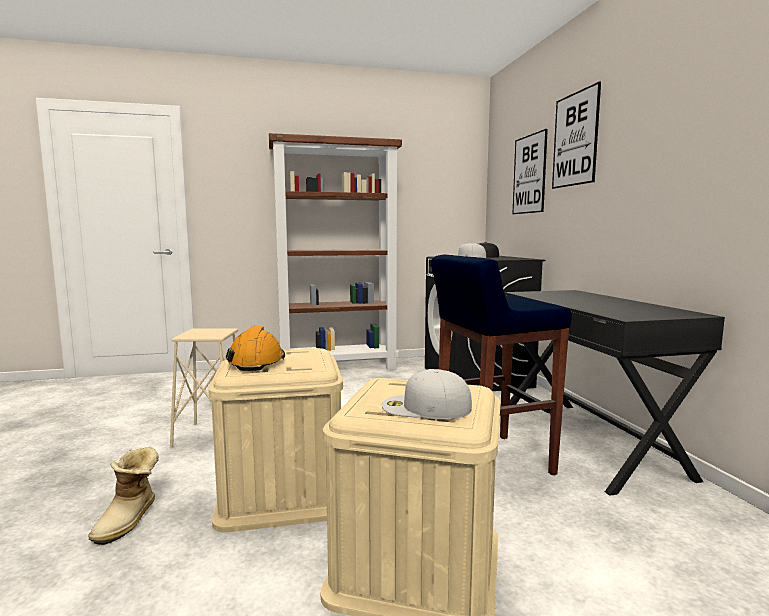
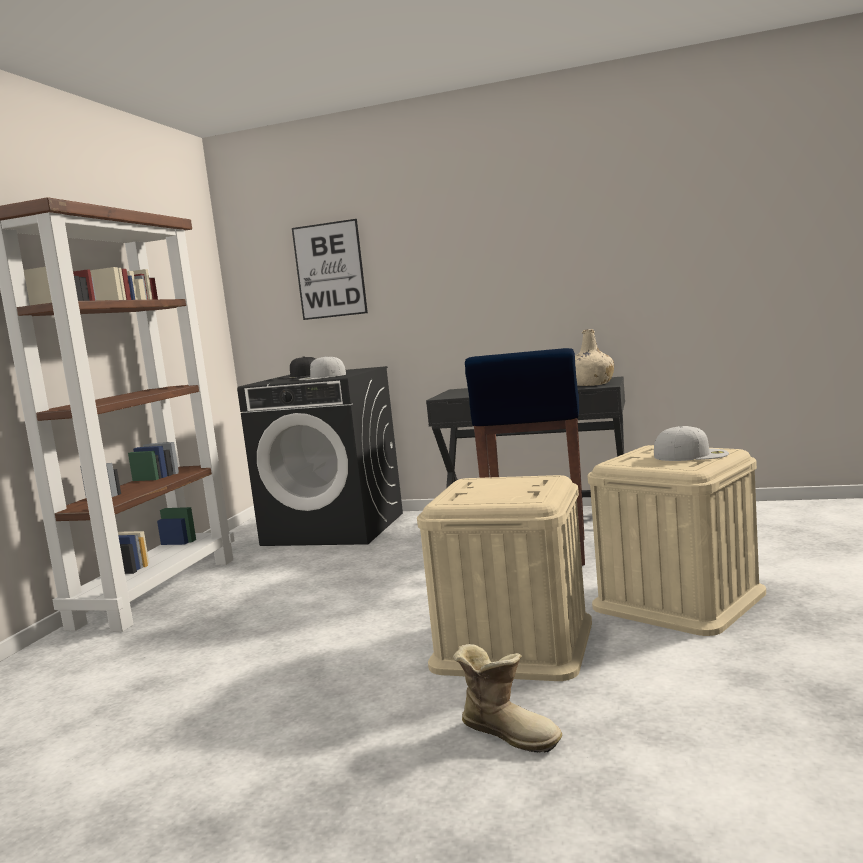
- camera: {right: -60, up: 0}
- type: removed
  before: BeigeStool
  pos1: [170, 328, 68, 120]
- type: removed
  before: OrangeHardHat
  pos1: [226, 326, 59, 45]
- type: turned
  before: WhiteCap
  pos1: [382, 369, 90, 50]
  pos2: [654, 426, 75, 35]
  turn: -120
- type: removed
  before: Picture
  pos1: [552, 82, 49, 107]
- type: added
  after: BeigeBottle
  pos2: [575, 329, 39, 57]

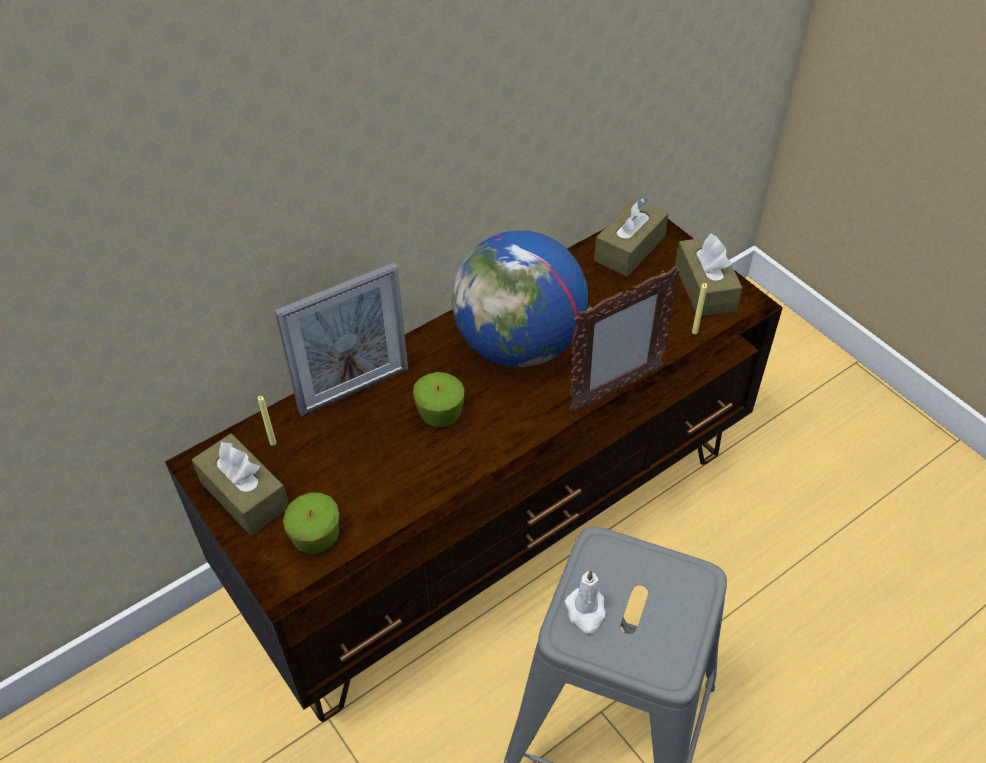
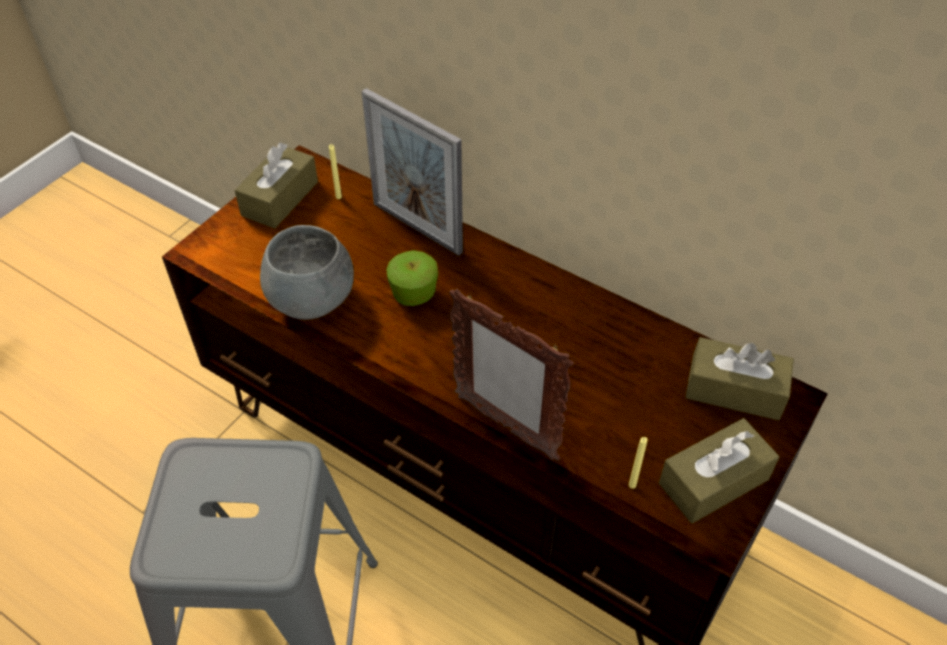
- camera: {right: 70, up: 0}
- type: removed
  before: Apple
  pos1: [283, 492, 56, 62]
- type: removed
  before: Globe
  pos1: [452, 230, 136, 137]
- type: removed
  before: WhiteCandle
  pos1: [565, 570, 41, 64]
- type: added
  after: GreyBowl
  pos2: [260, 225, 94, 95]

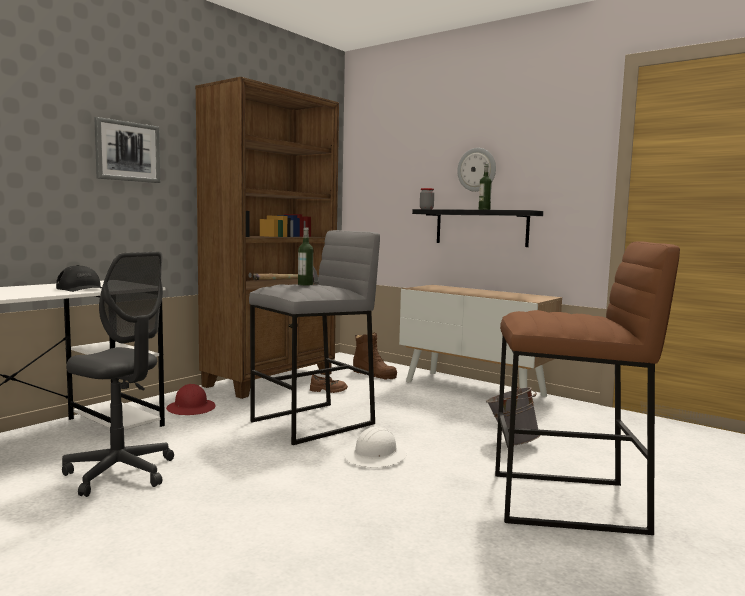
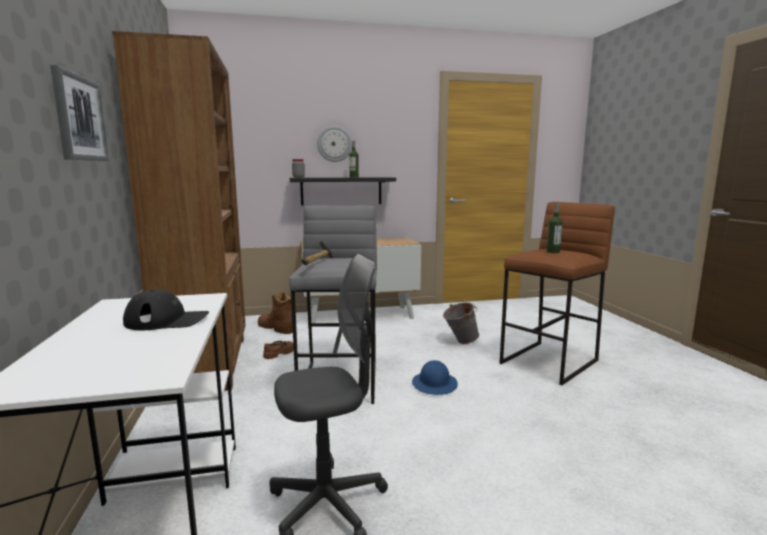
- camera: {right: -50, up: 5}
- type: removed
  before: RedHardHat
  pos1: [166, 384, 50, 31]
- type: moved
  before: Bottle
  pos1: [298, 227, 15, 59]
  pos2: [547, 203, 16, 50]
- type: recoloured
  before: WhiteHardHat
  after: BlueHardHat
  pos1: [345, 426, 61, 41]
  pos2: [412, 360, 46, 35]
- type: turned
  before: BrownBoot
  pos1: [353, 332, 44, 47]
  pos2: [258, 293, 35, 41]
  turn: -135

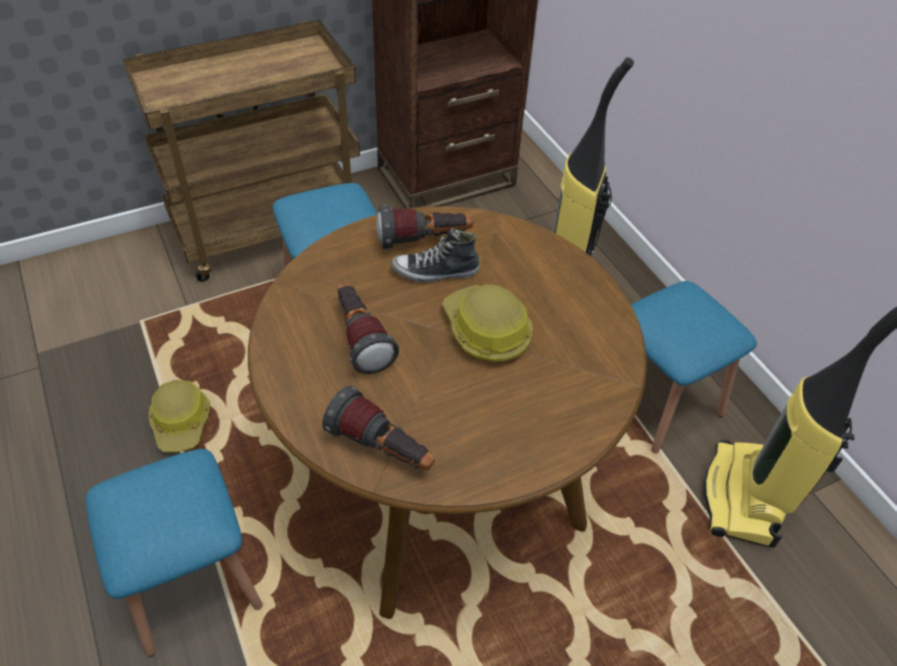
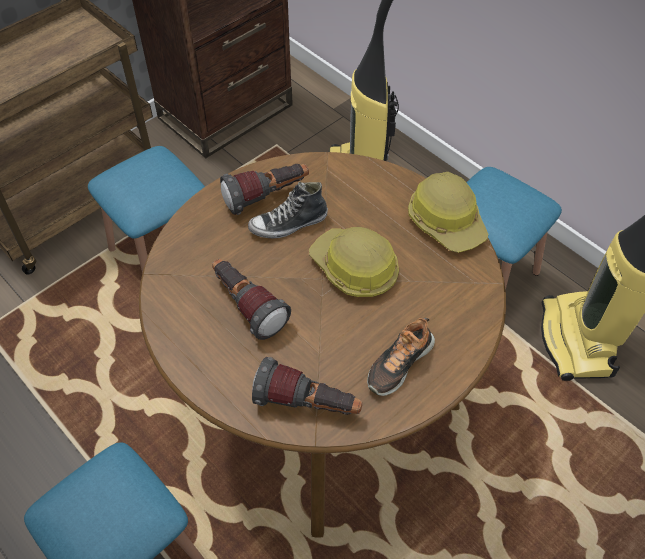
- camera: {right: -15, up: 5}
- type: moved
  before: HardHat
  pos1: [149, 380, 61, 72]
  pos2: [408, 172, 80, 81]
- type: added
  after: Shoe
  pos2: [367, 318, 68, 78]

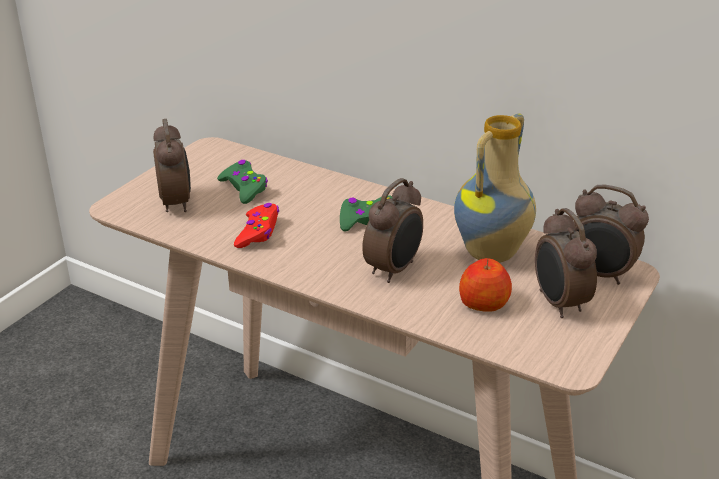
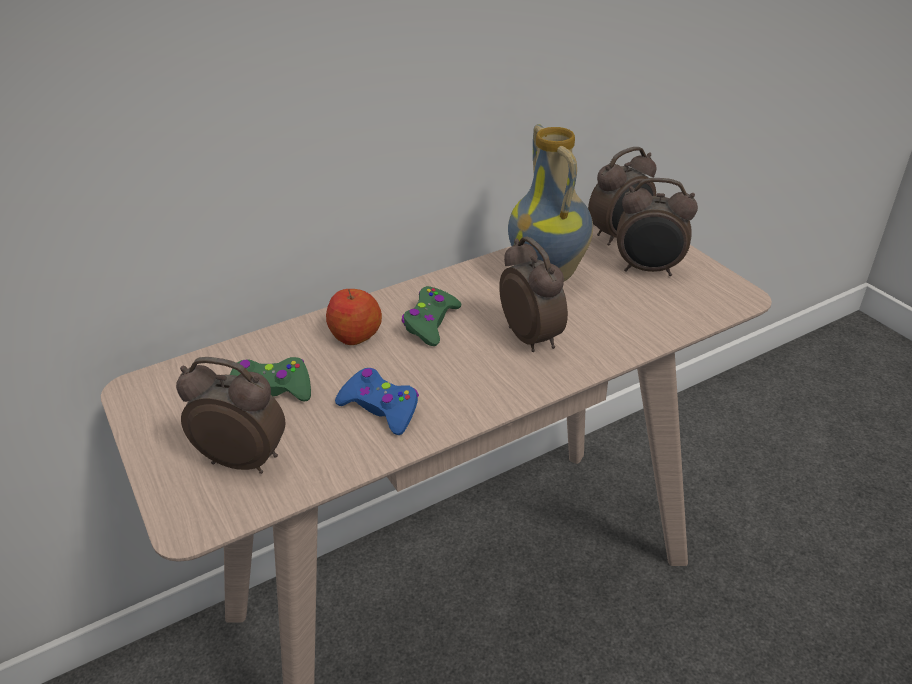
- camera: {right: -60, up: 5}
- type: recoloured
  before: RedGameController
  after: BlueGameController
  pos1: [234, 203, 45, 45]
  pos2: [335, 368, 84, 67]
- type: moved
  before: Apple
  pos1: [459, 258, 53, 54]
  pos2: [326, 289, 56, 56]

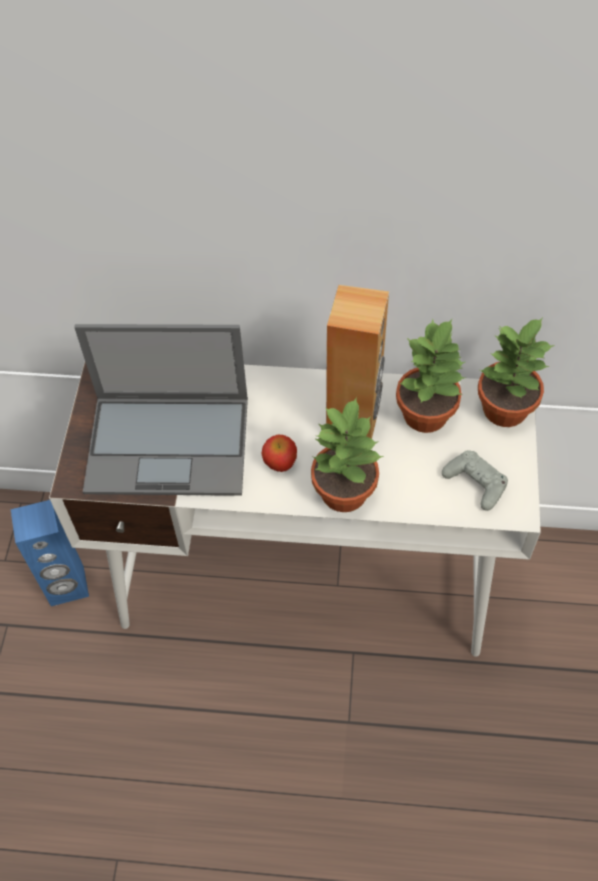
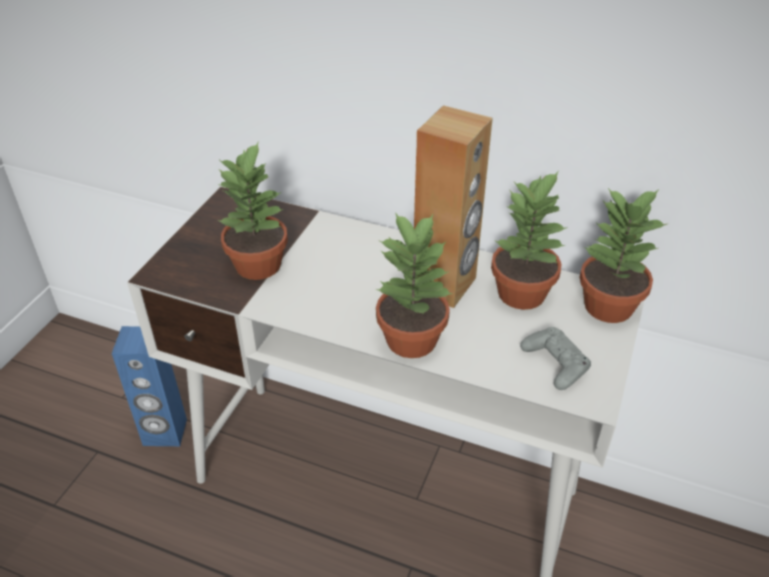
- camera: {right: 15, up: -15}
- type: replaced
  before: Laptop
  after: PottedPlant
  pos1: [74, 324, 174, 172]
  pos2: [217, 142, 71, 138]
- type: removed
  before: Apple
  pos1: [261, 435, 36, 37]

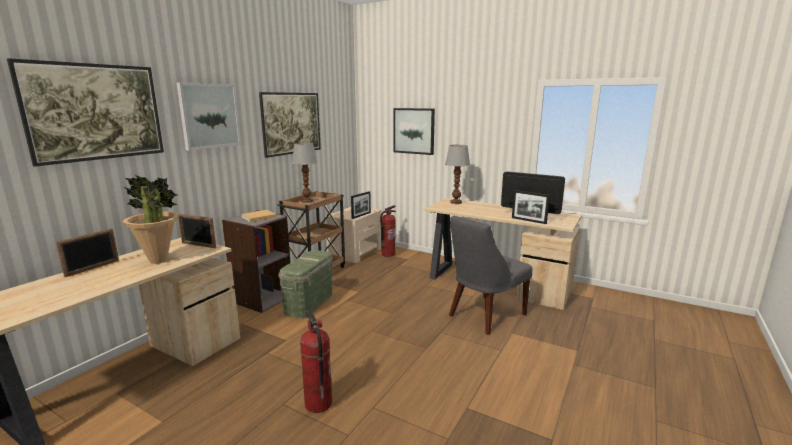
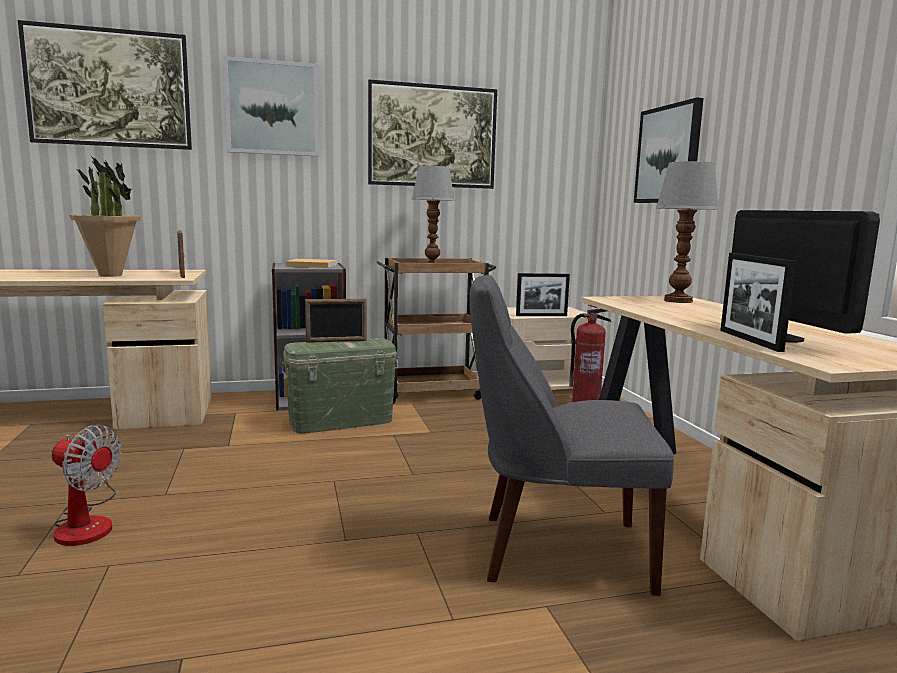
- camera: {right: 45, up: -5}
- type: moved
  before: PictureFrame
  pos1: [56, 228, 63, 49]
  pos2: [305, 299, 62, 44]
- type: replaced
  before: FireExtinguisher
  after: Fan
  pos1: [300, 310, 32, 103]
  pos2: [52, 425, 69, 121]

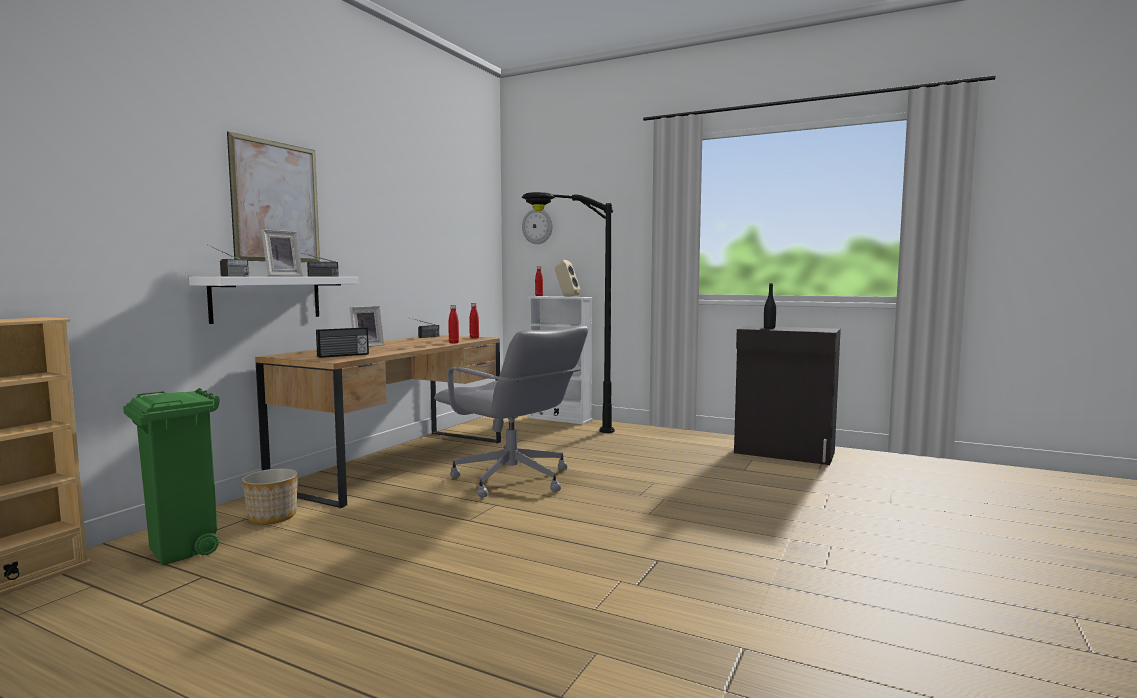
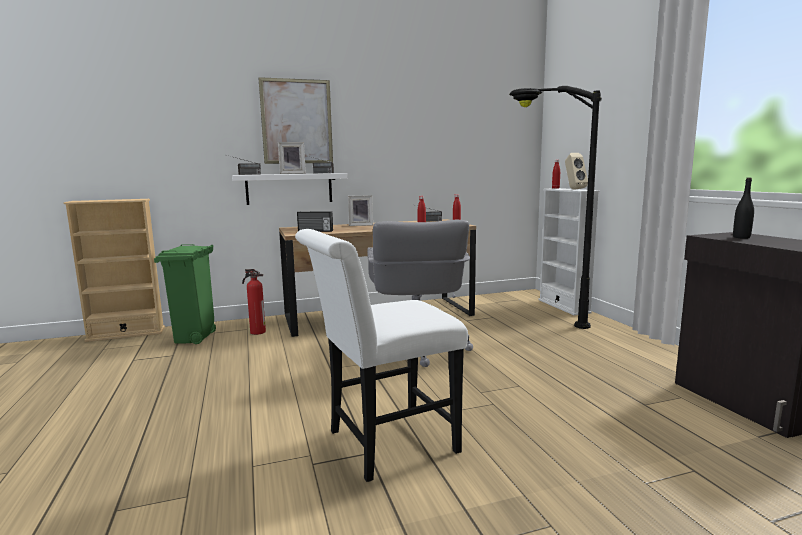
- camera: {right: 45, up: 5}
- type: replaced
  before: Planter
  after: FireExtinguisher
  pos1: [242, 468, 56, 56]
  pos2: [242, 269, 24, 66]
- type: removed
  before: WallClock
  pos1: [522, 209, 31, 35]
- type: added
  after: WhiteChair
  pos2: [295, 229, 173, 253]

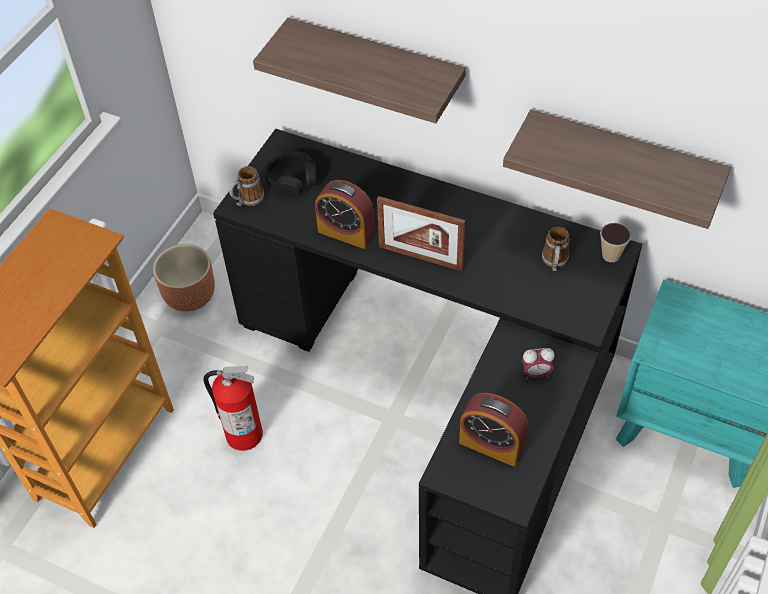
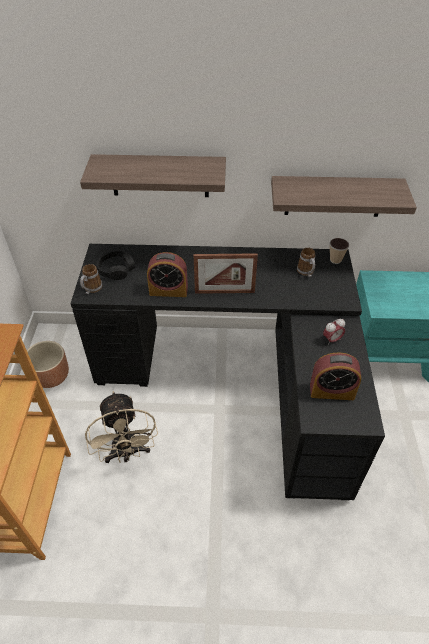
- camera: {right: -25, up: -5}
- type: replaced
  before: FireExtinguisher
  after: BeigeFan
  pos1: [203, 366, 60, 85]
  pos2: [85, 391, 73, 72]

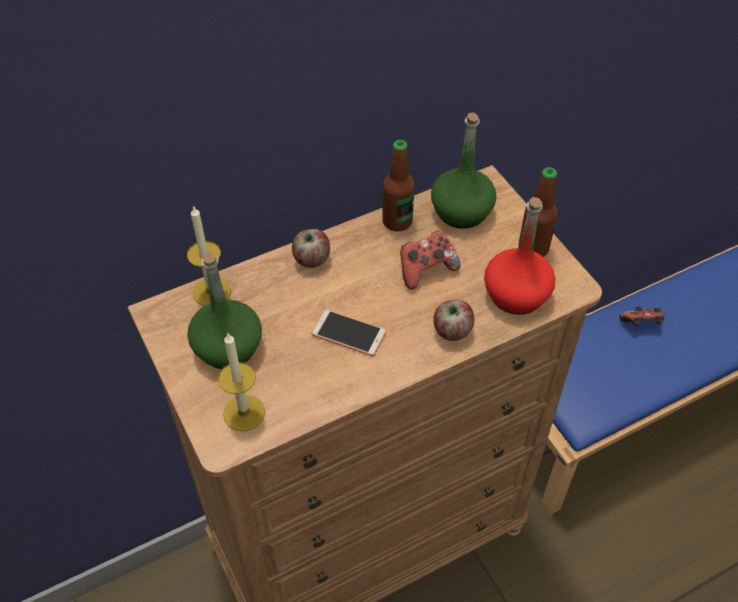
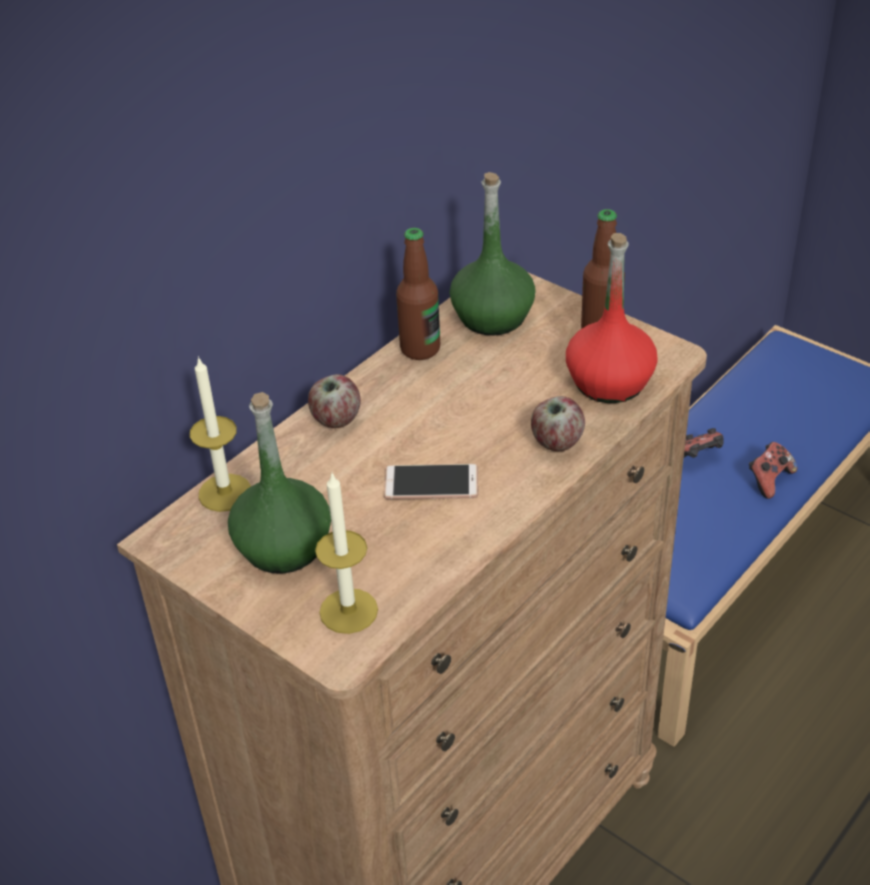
- camera: {right: -20, up: -10}
- type: moved
  before: GameController
  pos1: [400, 231, 60, 58]
  pos2: [749, 442, 49, 57]

